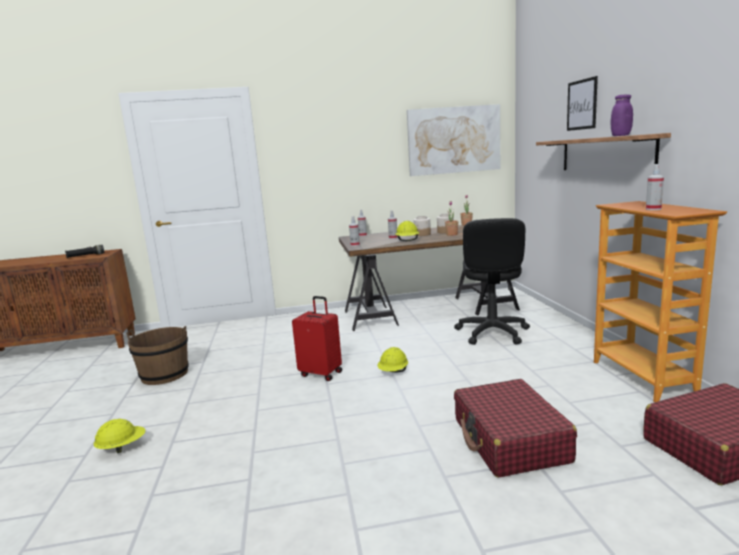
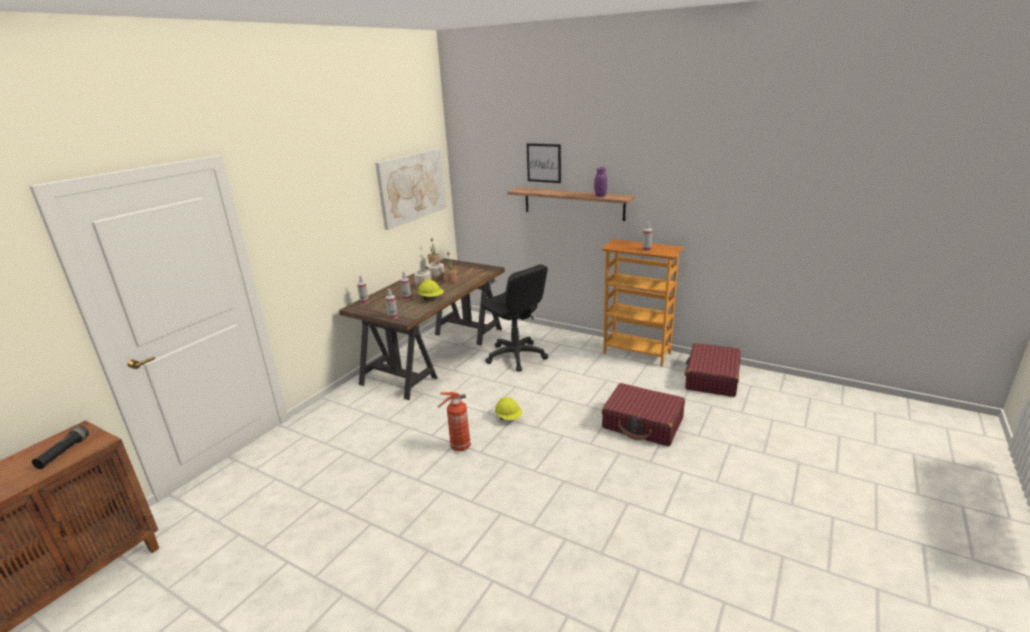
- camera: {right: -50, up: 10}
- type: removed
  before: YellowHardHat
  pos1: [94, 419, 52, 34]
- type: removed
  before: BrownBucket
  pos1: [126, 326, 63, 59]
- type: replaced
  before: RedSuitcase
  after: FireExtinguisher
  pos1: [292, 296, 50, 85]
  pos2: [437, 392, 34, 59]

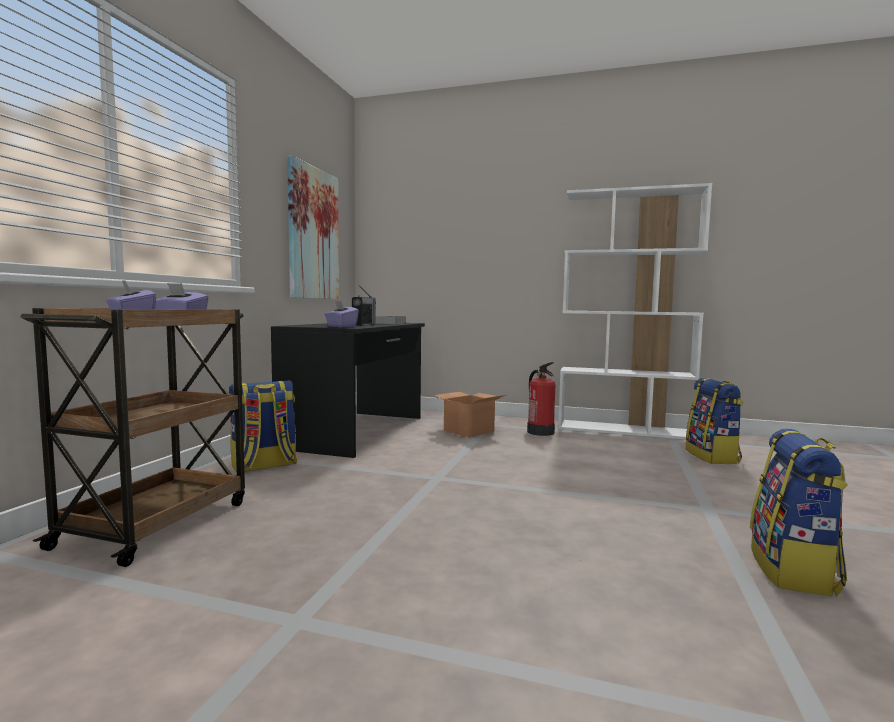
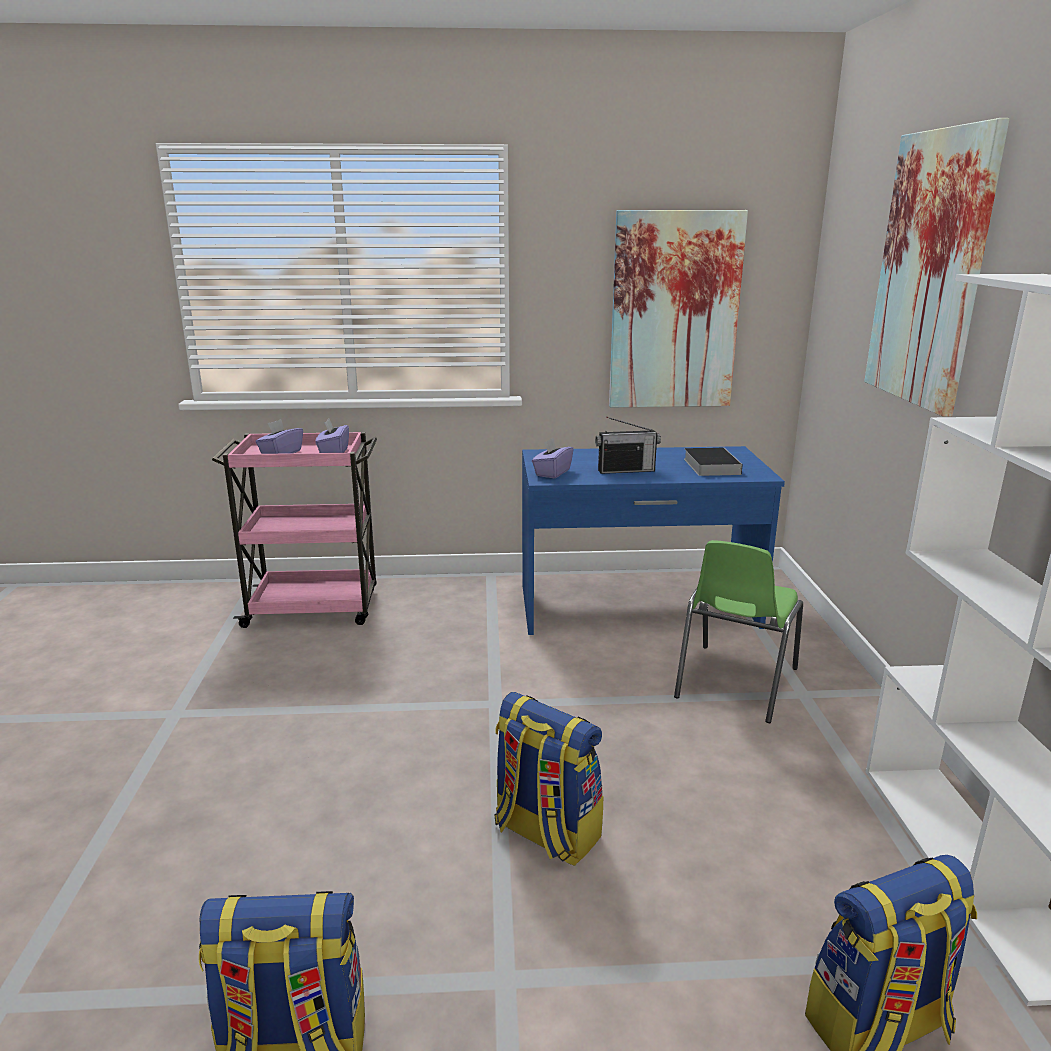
- camera: {right: 70, up: 15}
- type: recoloured
  before: BrownCart
  after: PinkCart
  pos1: [20, 308, 225, 259]
  pos2: [212, 432, 165, 196]
- type: moved
  before: Backpack
  pos1: [229, 381, 68, 91]
  pos2: [494, 692, 109, 174]
- type: recoloured
  before: BlackDesk
  after: BlueDesk
  pos1: [271, 323, 154, 135]
  pos2: [522, 446, 263, 189]
- type: replaced
  before: CardboardBox
  after: GreenChair
  pos1: [433, 392, 73, 46]
  pos2: [674, 540, 129, 183]
- type: removed
  before: FireExtinguisher
  pos1: [527, 362, 29, 74]
- type: added
  after: Picture
  pos2: [864, 118, 146, 299]

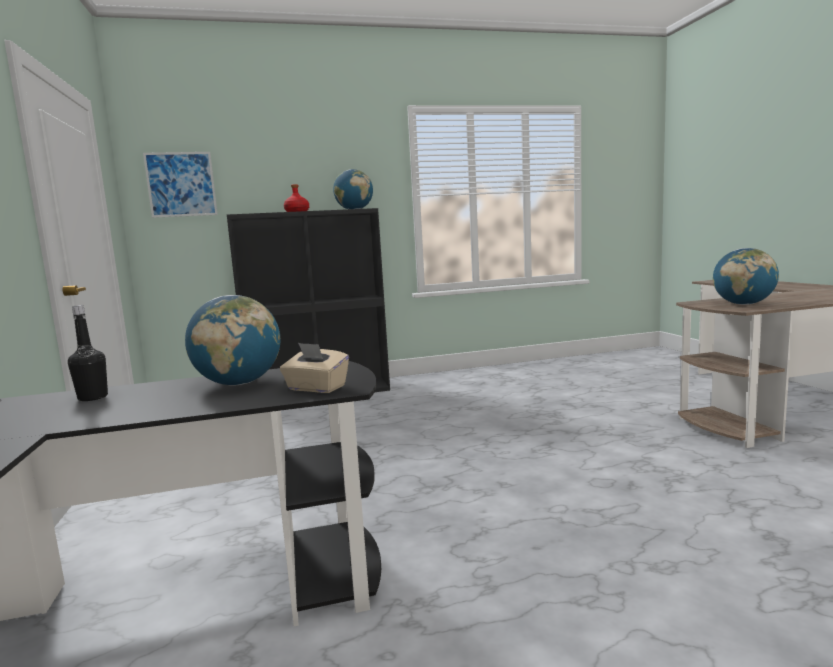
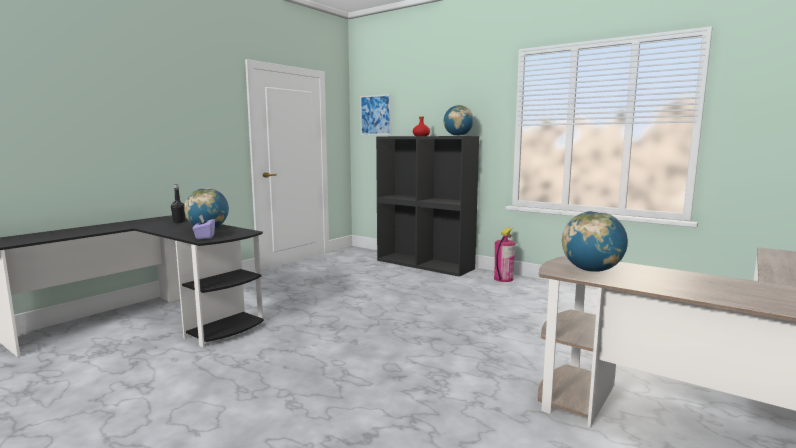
- camera: {right: 50, up: 0}
- type: recoloured
  before: BeigeTissueBox
  after: PurpleTissueBox
  pos1: [280, 343, 69, 50]
  pos2: [193, 214, 22, 25]
- type: added
  after: FireExtinguisher
  pos2: [494, 228, 22, 54]

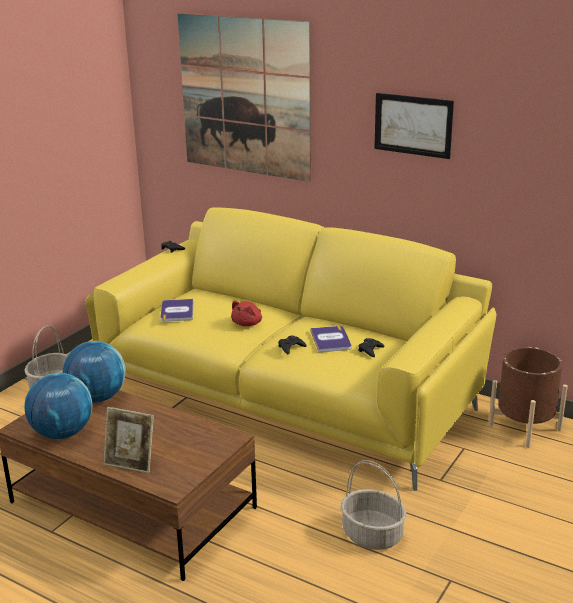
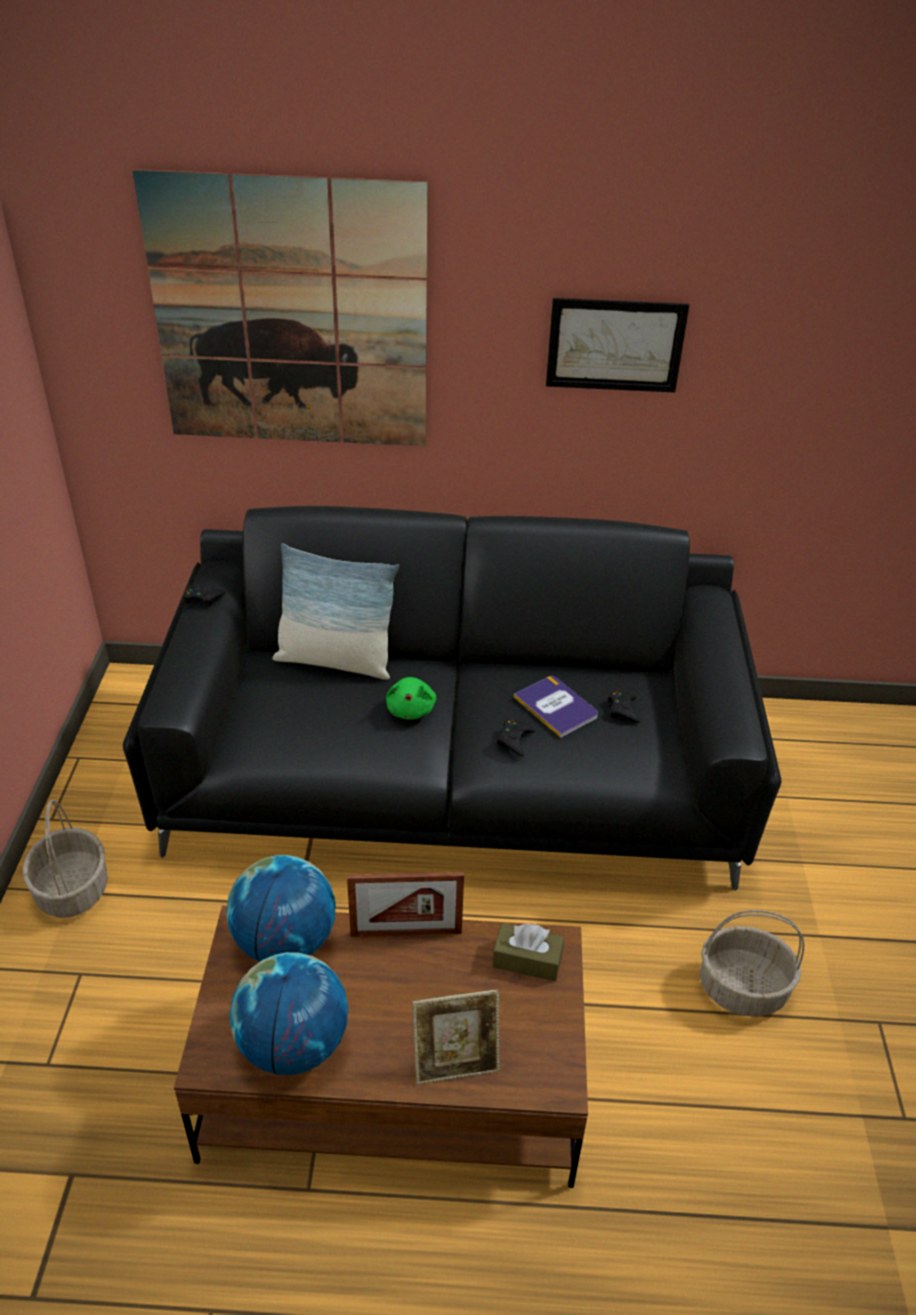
- camera: {right: -30, up: 15}
- type: recoloured
  before: YellowSofa
  after: BlackSofa
  pos1: [85, 207, 411, 284]
  pos2: [123, 506, 658, 385]
- type: removed
  before: Book
  pos1: [161, 299, 32, 22]
- type: recoloured
  before: RedPlushToy
  after: GreenPlushToy
  pos1: [231, 301, 31, 25]
  pos2: [386, 677, 50, 43]
- type: removed
  before: BrownPlanter
  pos1: [488, 347, 80, 101]
- type: added
  after: Pillow
  pos2: [273, 543, 126, 137]
- type: added
  after: PictureFrame
  pos2: [347, 872, 117, 65]
- type: added
  after: BrownTissueBox
  pos2: [492, 923, 72, 58]

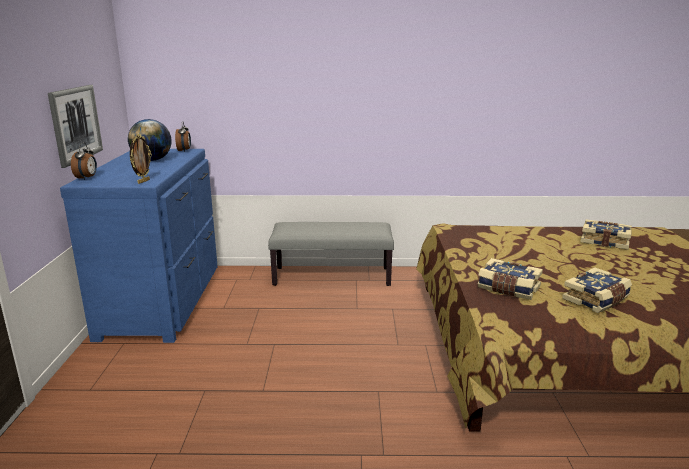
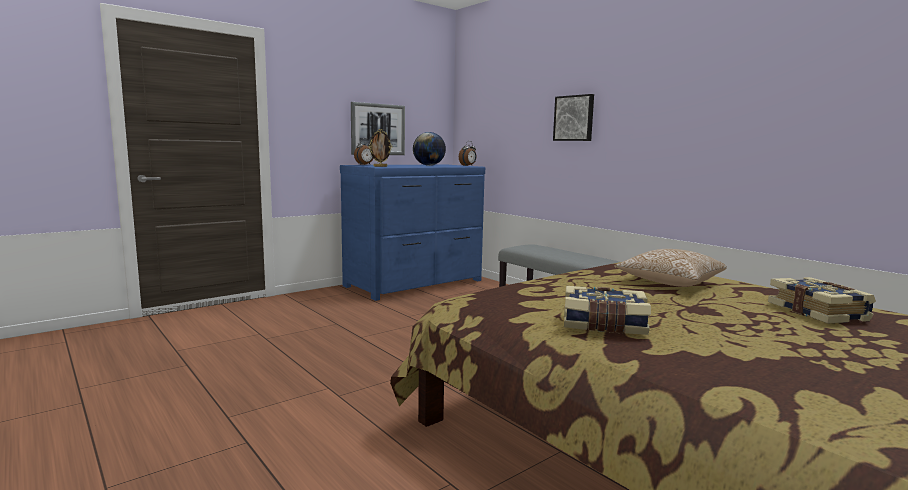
- camera: {right: 50, up: -10}
- type: removed
  before: Book
  pos1: [478, 258, 65, 42]
- type: added
  after: Picture
  pos2: [553, 94, 41, 47]
- type: added
  after: Pillow
  pos2: [614, 249, 113, 38]

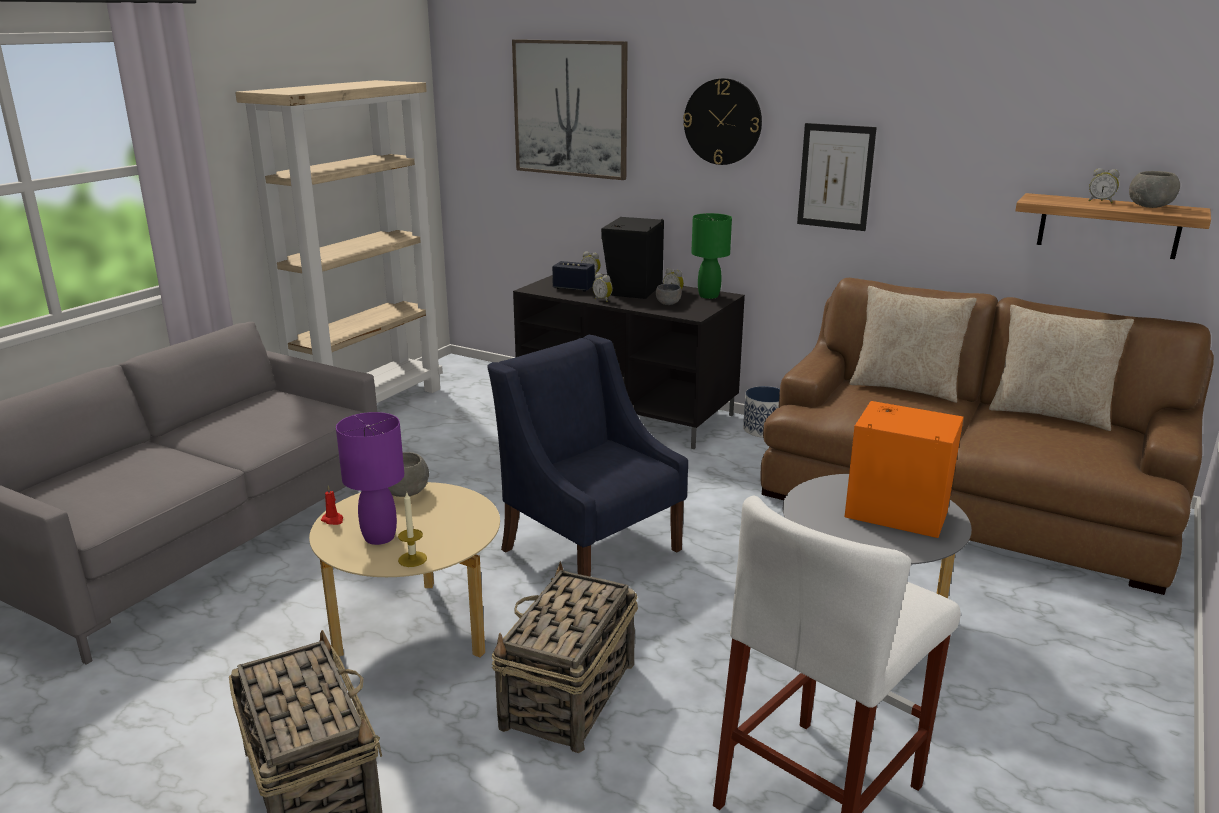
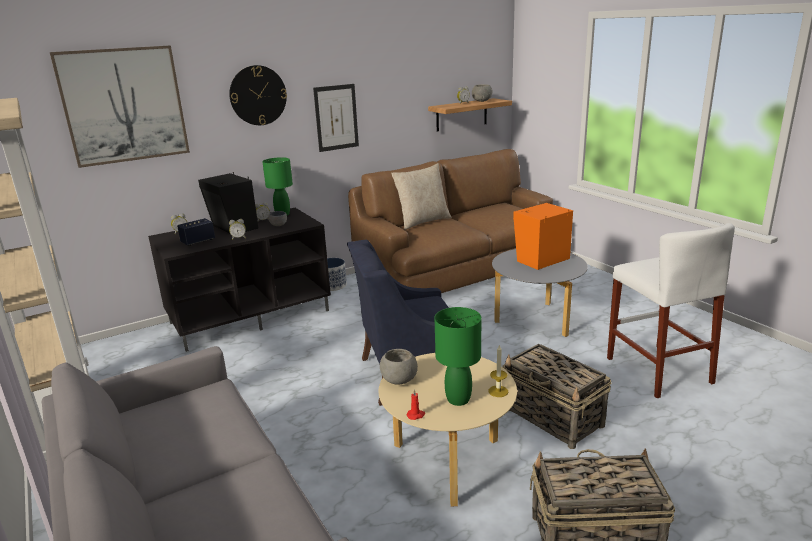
- camera: {right: -60, up: 0}
- type: recoloured
  before: PurpleTableLamp
  after: GreenTableLamp
  pos1: [336, 412, 68, 133]
  pos2: [434, 307, 47, 99]
- type: removed
  before: BeigePillow
  pos1: [989, 305, 145, 126]

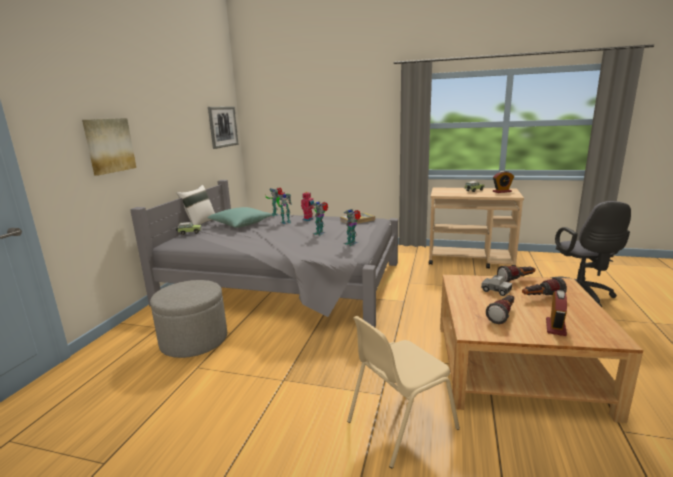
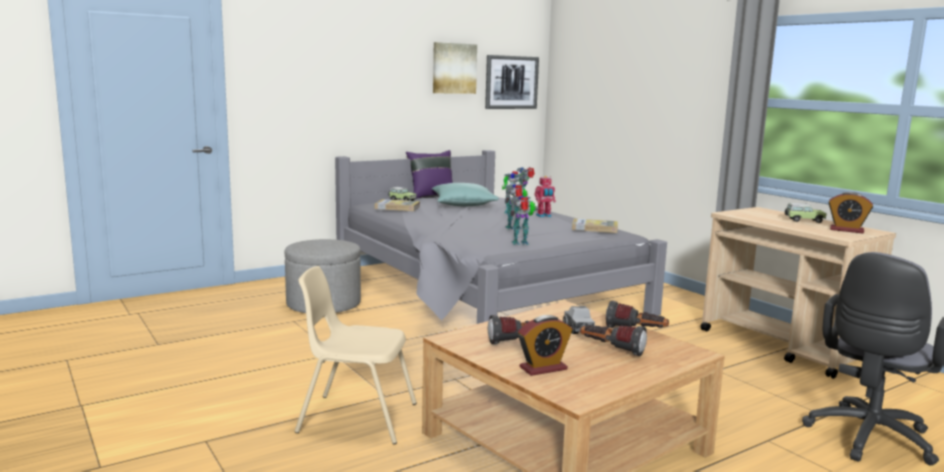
- camera: {right: 40, up: -5}
- type: moved
  before: Picture
  pos1: [82, 118, 54, 58]
  pos2: [433, 42, 44, 52]
- type: recoloured
  before: WhitePillow
  after: PurplePillow
  pos1: [177, 185, 38, 40]
  pos2: [406, 150, 47, 49]
- type: added
  after: Book
  pos2: [375, 199, 45, 12]

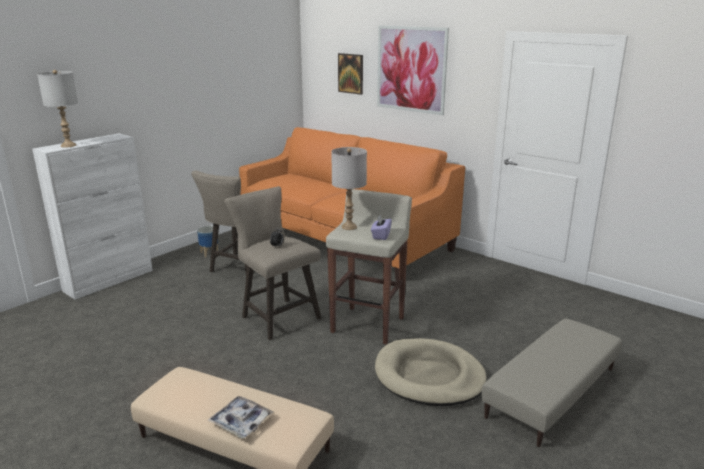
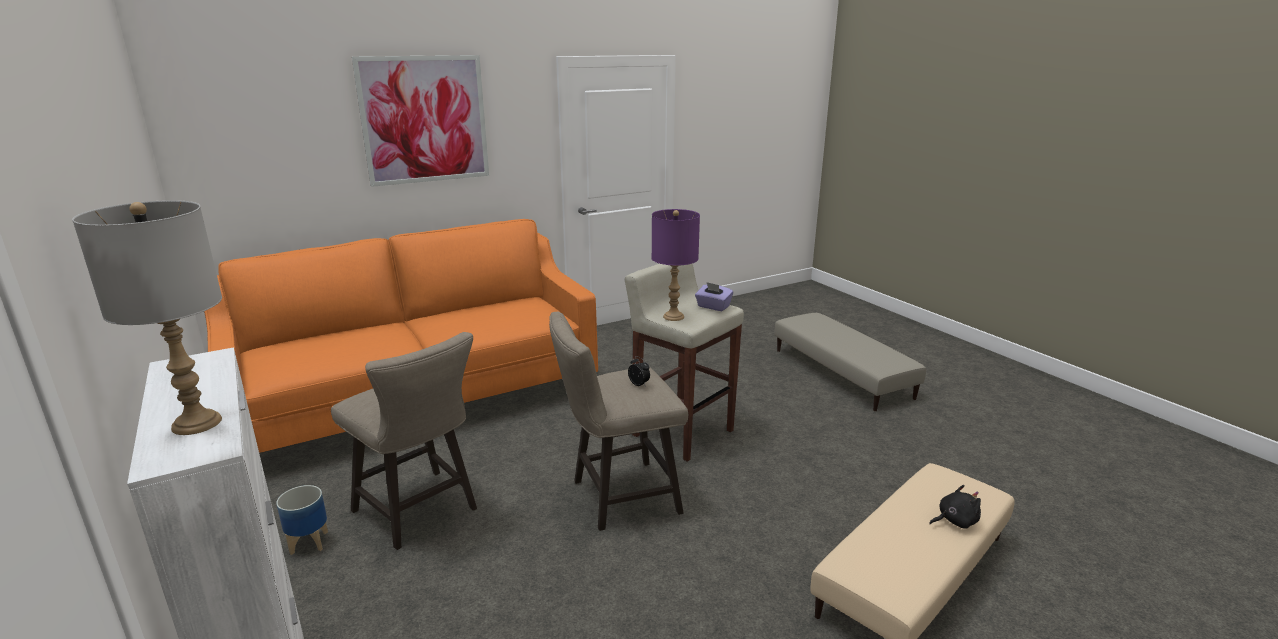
- camera: {right: -70, up: 0}
- type: replaced
  before: Tray
  after: BlackPlushToy
  pos1: [208, 396, 66, 43]
  pos2: [929, 485, 52, 44]
- type: recoloured
  before: GreyTableLamp
  after: PurpleTableLamp
  pos1: [331, 147, 36, 83]
  pos2: [652, 209, 48, 112]
- type: removed
  before: Picture
  pos1: [338, 53, 25, 42]
- type: removed
  before: BeigeDogBed
  pos1: [375, 338, 112, 68]

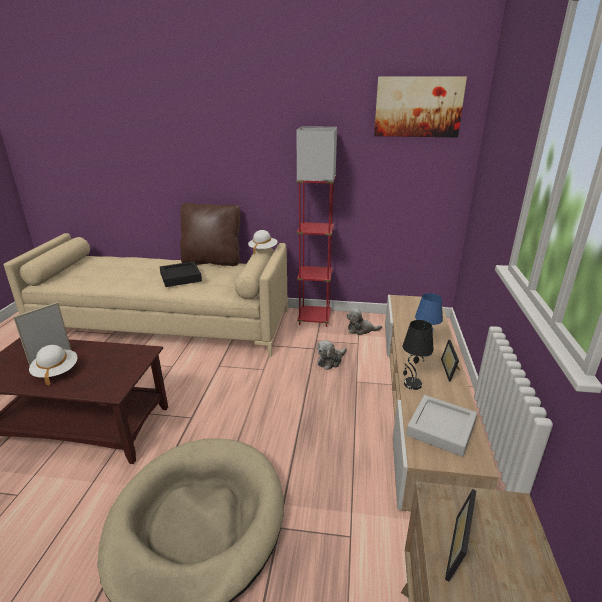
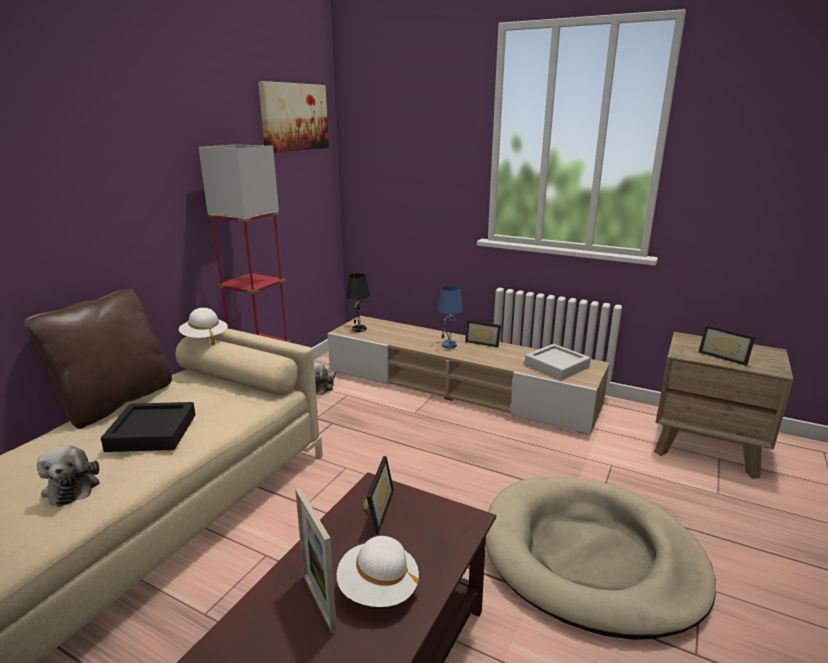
- camera: {right: -70, up: -5}
- type: moved
  before: PlushToy
  pos1: [317, 340, 30, 30]
  pos2: [37, 445, 63, 62]
- type: moved
  before: BlackTableLamp
  pos1: [403, 320, 31, 70]
  pos2: [346, 273, 24, 59]
- type: added
  after: PictureFrame
  pos2: [363, 456, 31, 78]

